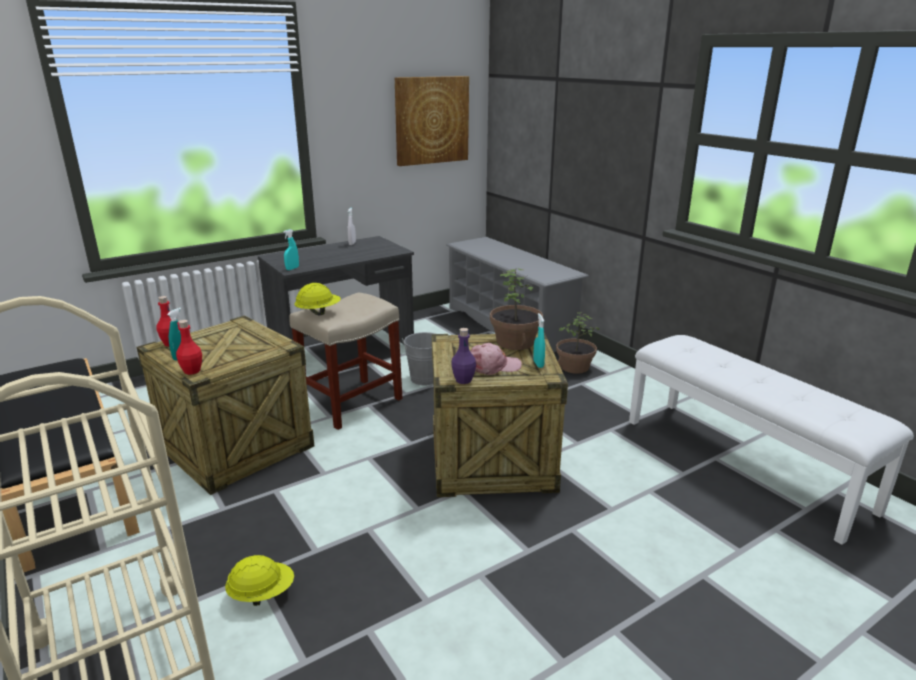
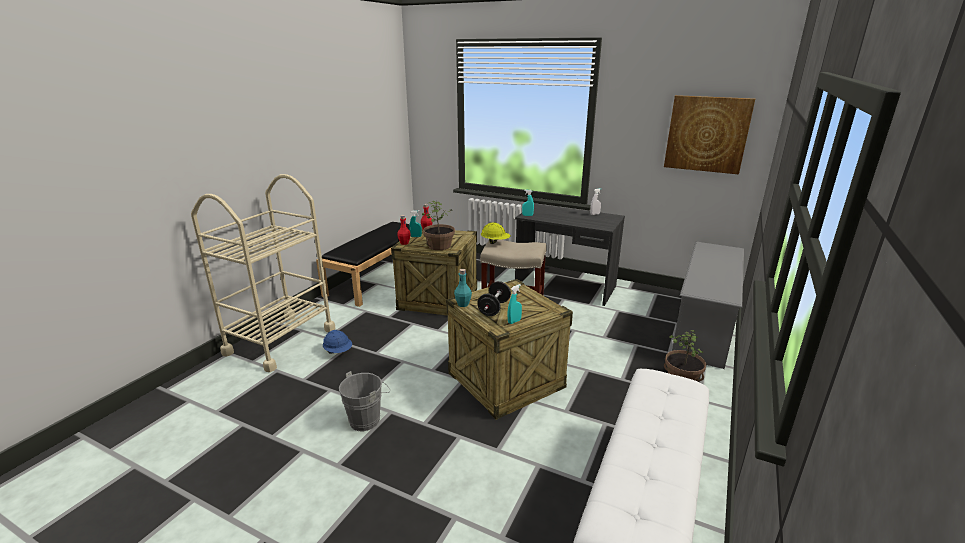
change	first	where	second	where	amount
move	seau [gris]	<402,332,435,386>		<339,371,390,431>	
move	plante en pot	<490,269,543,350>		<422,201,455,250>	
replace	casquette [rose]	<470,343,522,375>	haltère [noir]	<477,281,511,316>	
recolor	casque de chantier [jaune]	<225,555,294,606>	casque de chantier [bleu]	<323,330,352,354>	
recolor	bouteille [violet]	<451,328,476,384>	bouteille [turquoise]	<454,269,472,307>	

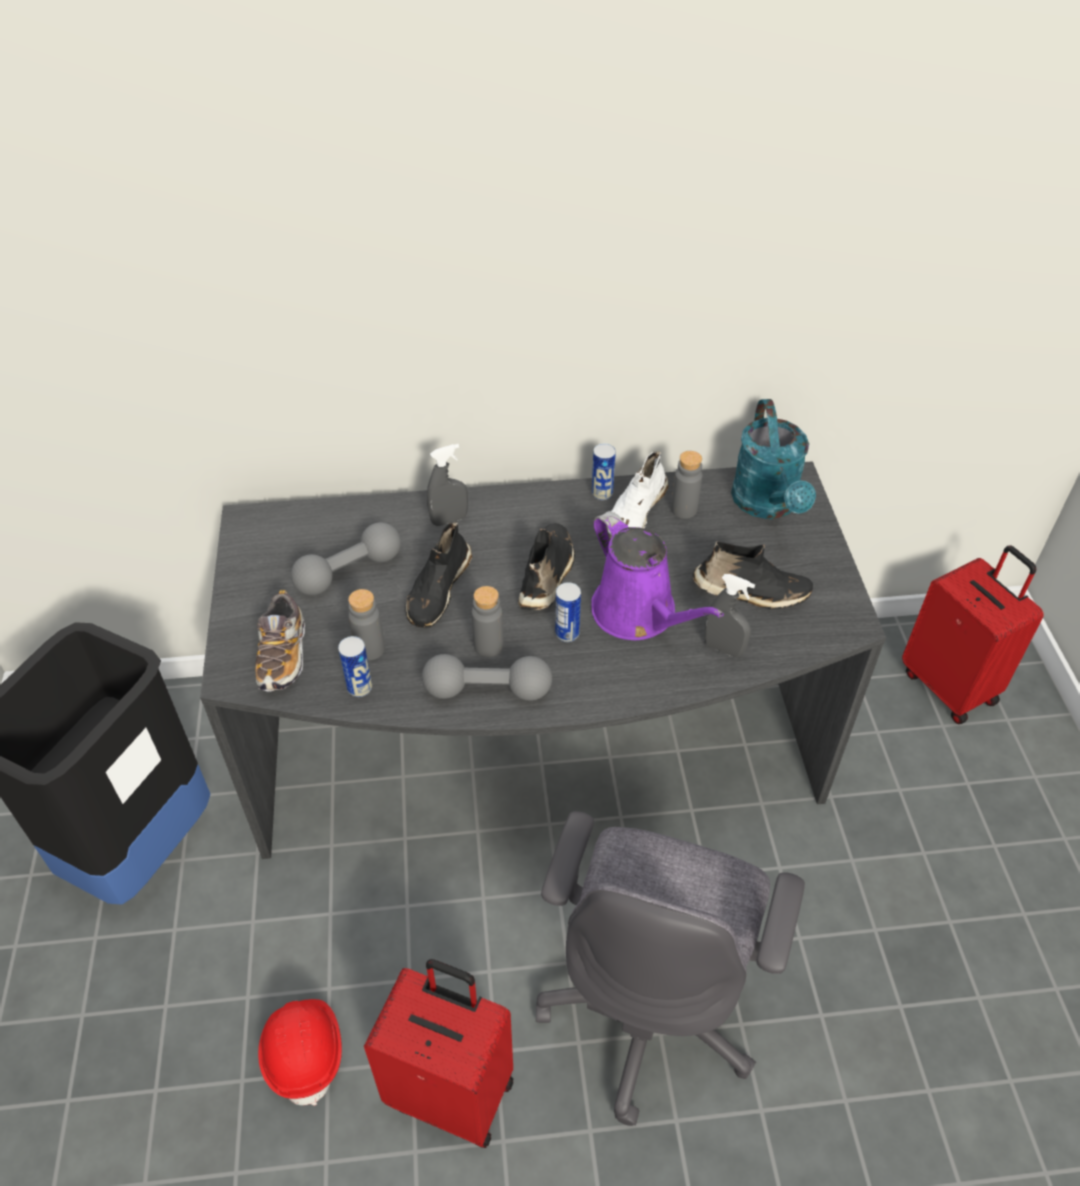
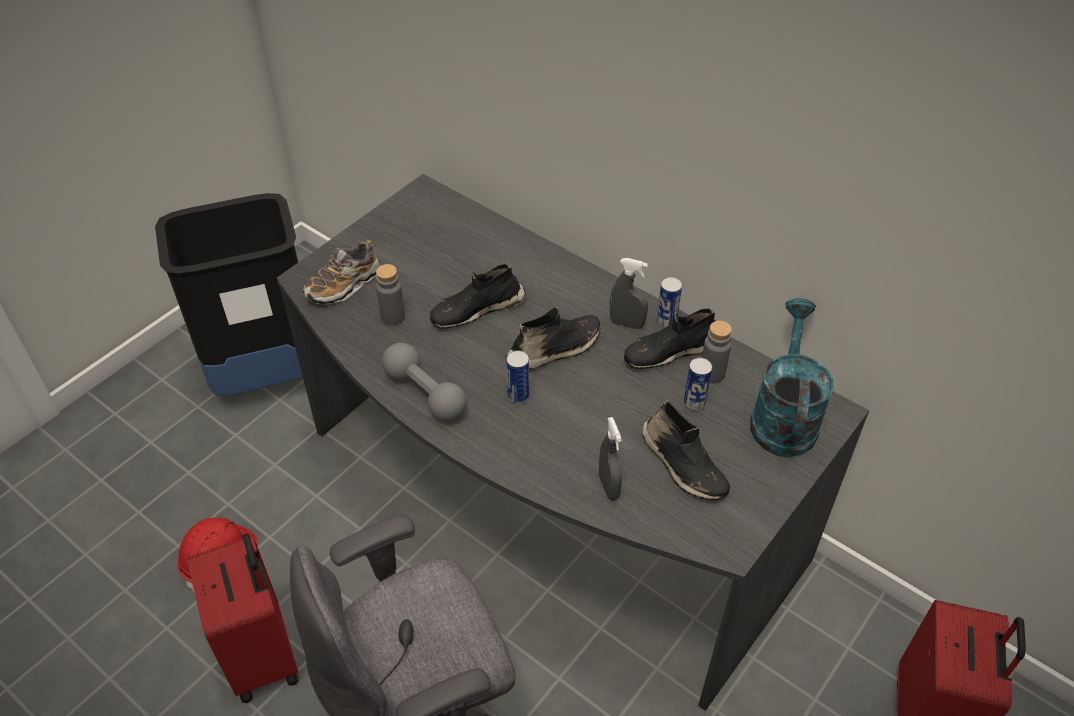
change	first	where	second	where	amount
delete	haltère [gris]	<291,522,401,595>			
delete	bouteille [gris]	<472,586,504,657>			
delete	arrosoir [violet]	<591,511,724,640>			
move	boîte métallique	<338,636,372,697>		<684,358,712,411>	
move	vaporisateur [gris]	<427,444,468,526>		<610,258,648,329>	
recolor	chaussure [blanc]	<606,452,669,539>	chaussure [noir]	<624,308,715,369>	
rotate	arrosoir [turquoise]	<731,399,816,519>		<750,298,834,457>	150 degrees clockwise

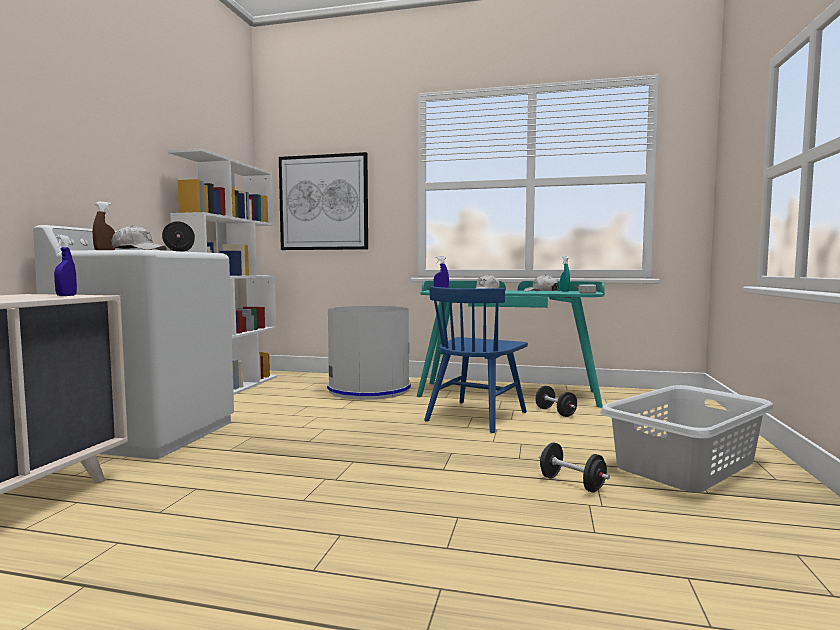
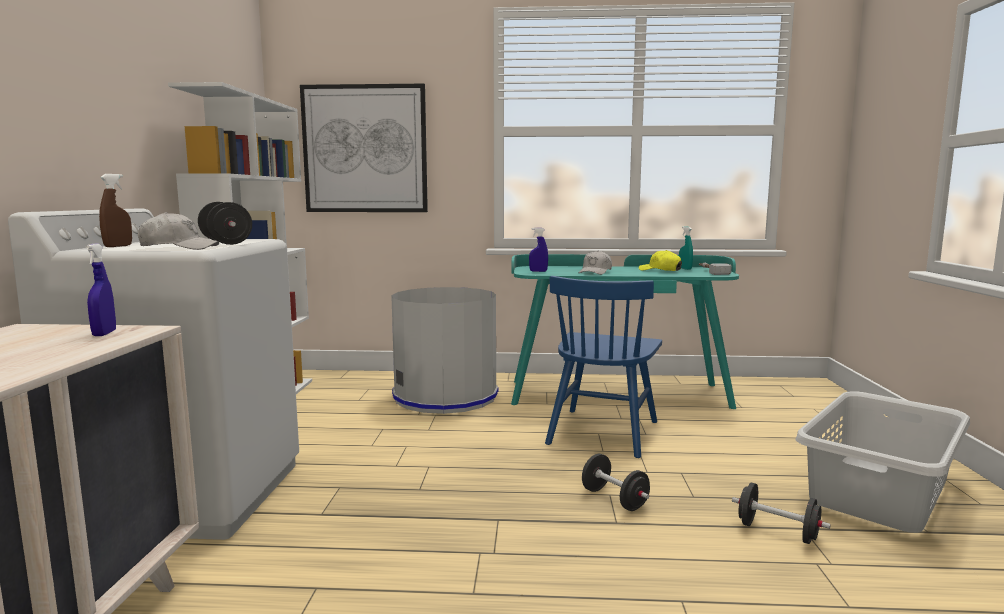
change	first	where	second	where	amount
move	haltère [noir]	<535,386,577,417>		<582,454,650,511>	
recolor	casquette [blanc]	<524,275,559,292>	casquette [jaune]	<638,250,682,271>	

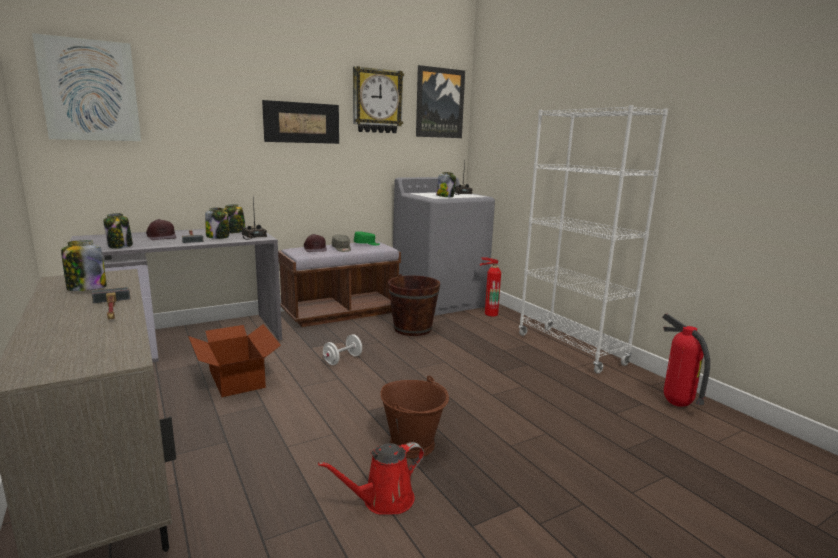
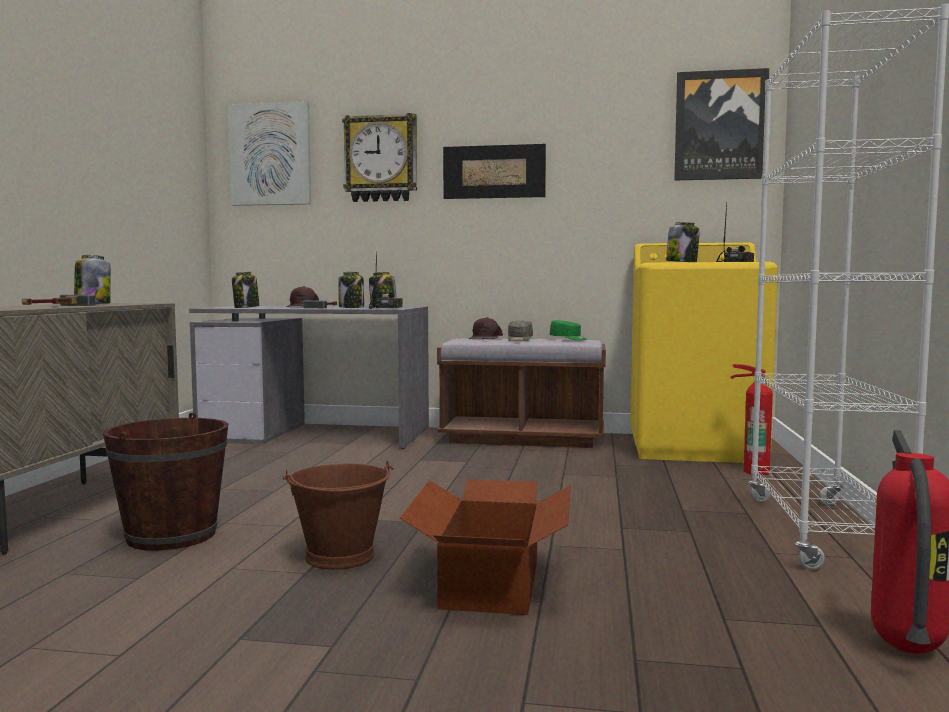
change	first	where	second	where	amount
delete	arrosoir [rouge]	<318,442,424,515>			
delete	haltère [blanc]	<323,334,362,365>			
move	carton	<188,324,281,397>		<400,479,571,615>	
move	horloge murale	<353,66,404,133>		<342,113,417,202>	
move	seau [marron]	<388,274,440,336>		<103,413,228,551>	
recolor	lave-linge [gris]	<393,177,495,316>	lave-linge [jaune]	<630,243,778,463>	

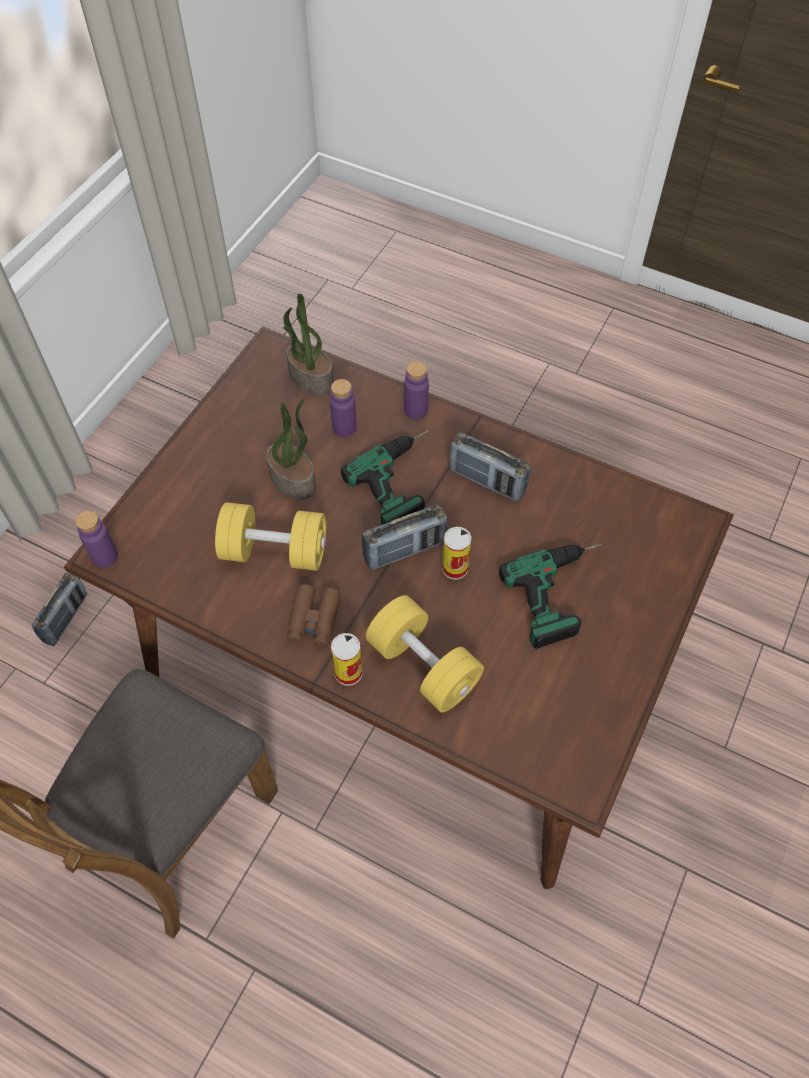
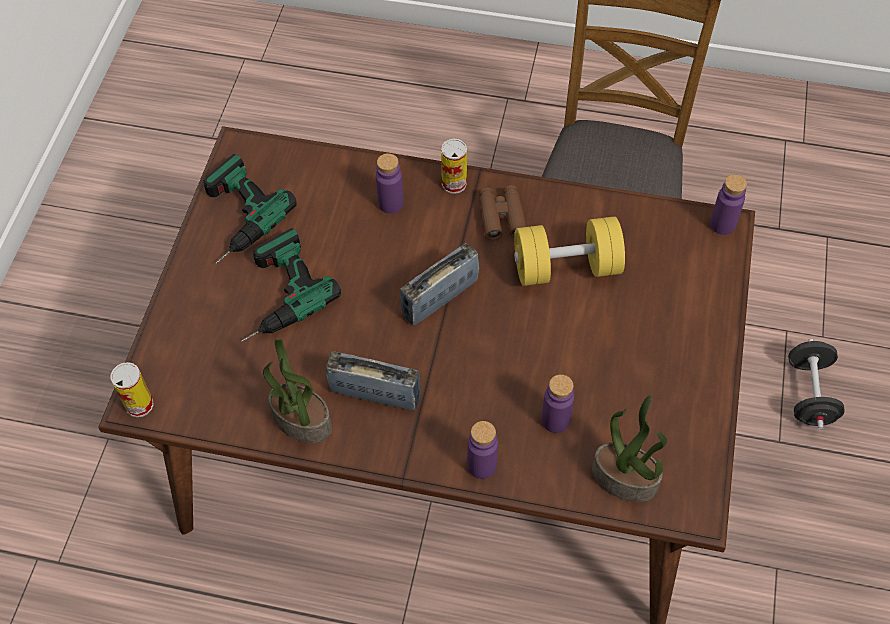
change	first	where	second	where	amount
move	plante en pot	<266,398,316,500>		<263,339,332,443>	
move	perceuse	<341,431,428,525>		<203,154,297,264>	
move	boîte métallique	<442,526,471,580>		<111,362,154,417>	
replace	radio	<32,573,87,646>	haltère [noir]	<788,339,845,429>	
replace	haltère [jaune]	<366,595,484,713>	bouteille [violet]	<376,153,404,214>	

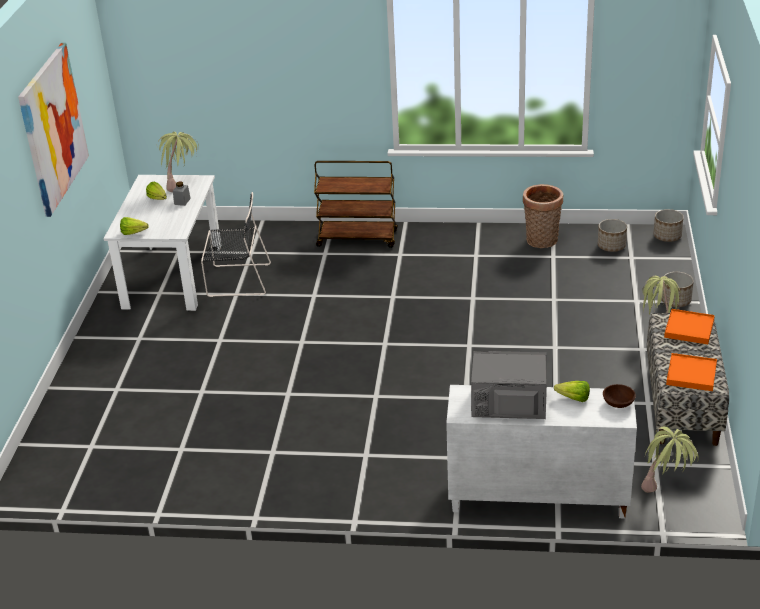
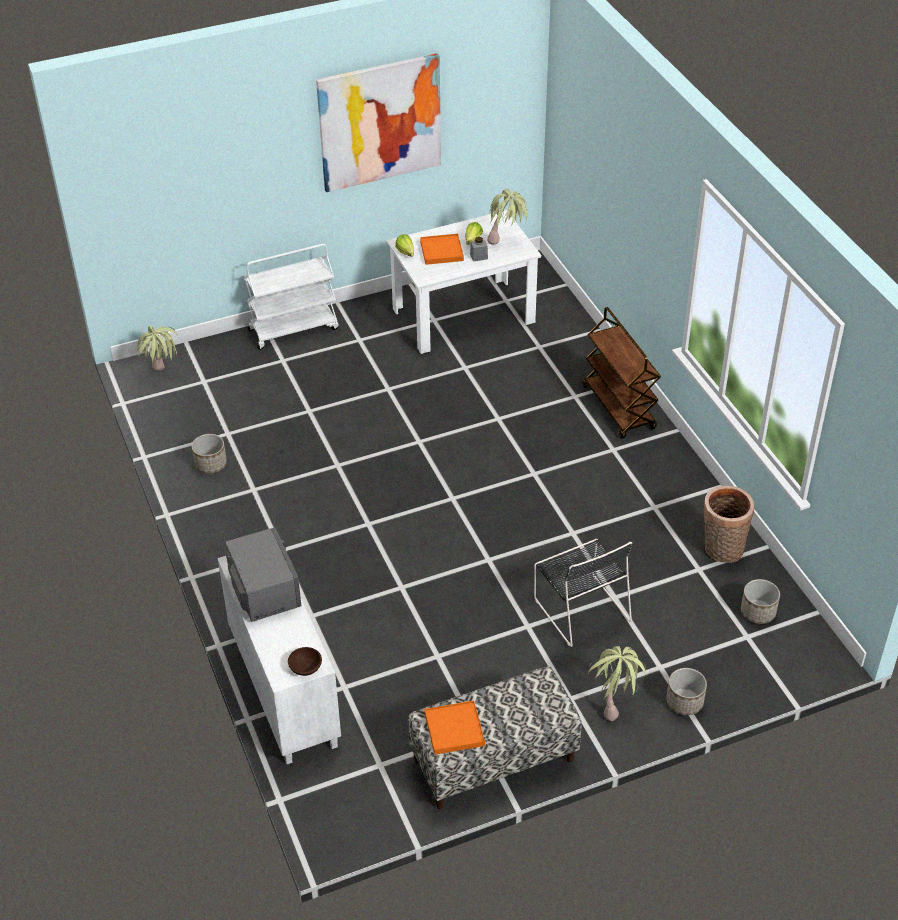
change	first	where	second	where	amount
delete	laitue	<554,381,590,402>			
insert			chariot [blanc]	<244,244,338,350>	
move	chaise [noir]	<201,192,271,297>		<534,539,633,647>	
move	plante en pot	<641,427,699,493>		<137,326,178,371>	
move	cache-pot	<653,209,684,242>		<191,434,227,474>	
move	plateau [orange]	<664,309,715,344>		<420,234,464,265>	

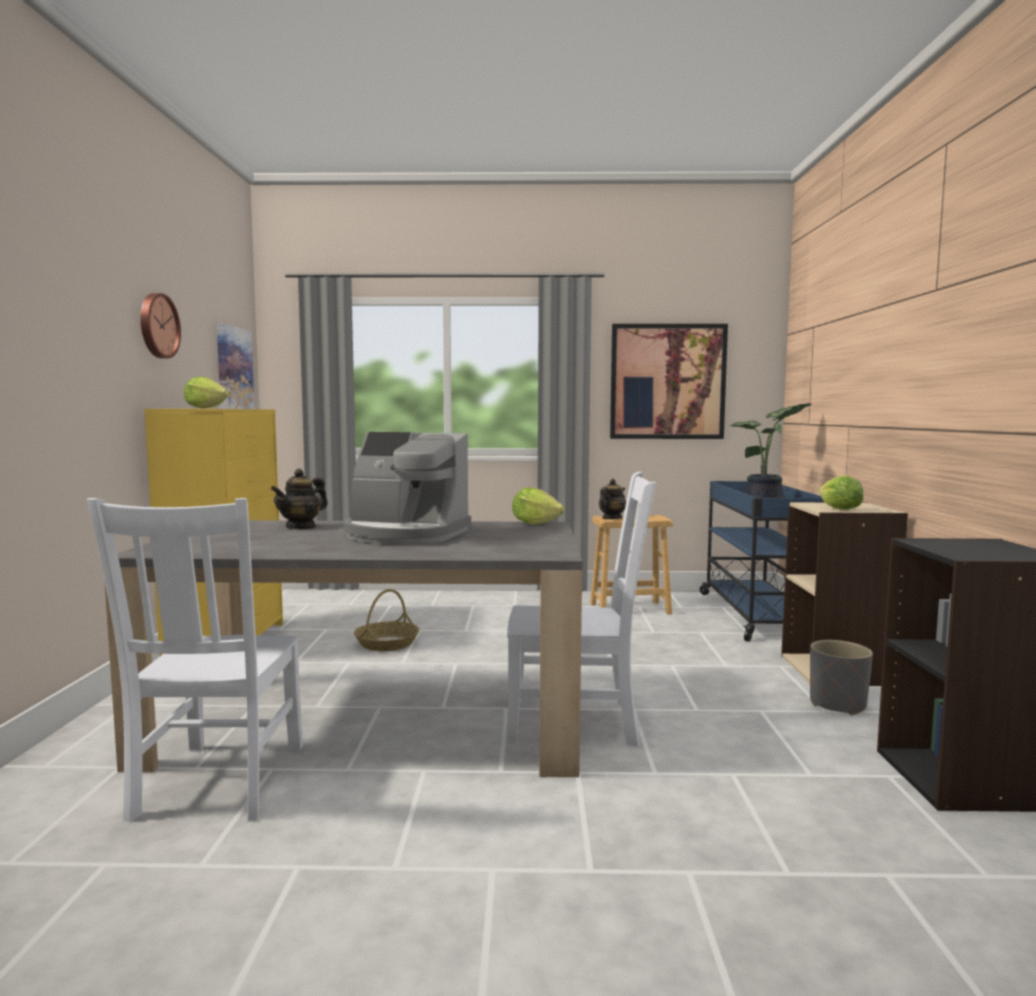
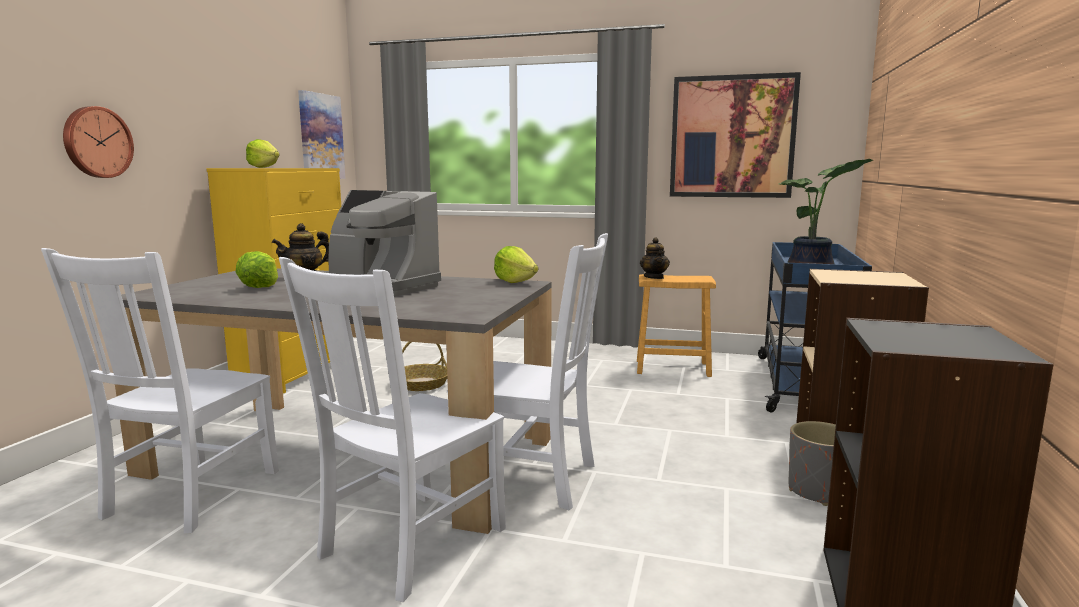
change	first	where	second	where	amount
insert			chaise [blanc]	<279,257,506,602>	
move	horloge murale	<140,293,181,358>		<63,106,134,178>	
move	laitue	<818,476,864,510>		<236,251,278,288>	
rotate	théière	<599,479,626,519>		<640,237,670,279>	120 degrees clockwise

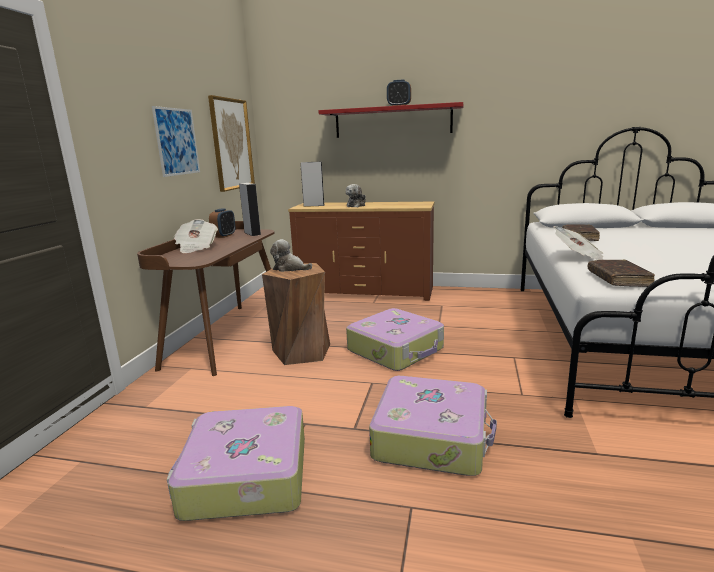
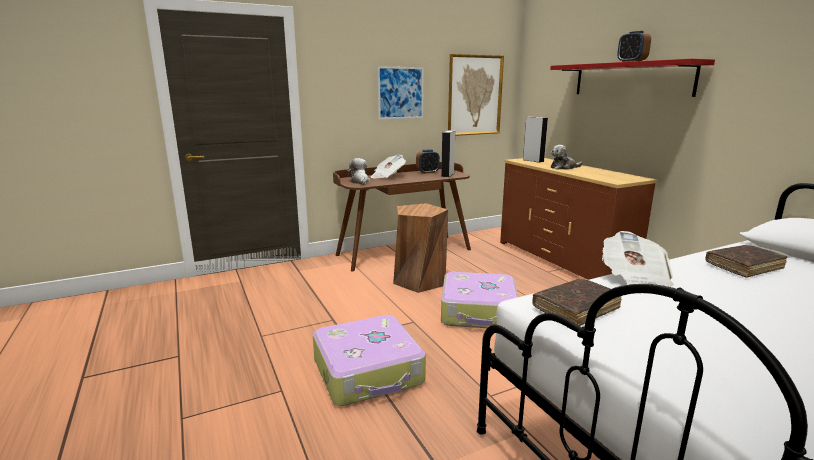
change	first	where	second	where	amount
delete	valise	<167,406,305,521>			
move	peluche	<270,239,312,272>		<347,158,370,185>	

